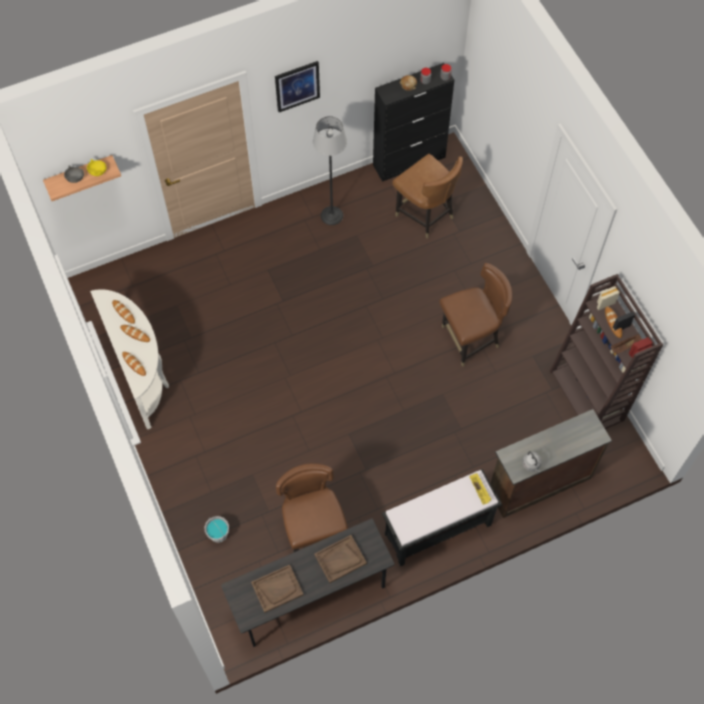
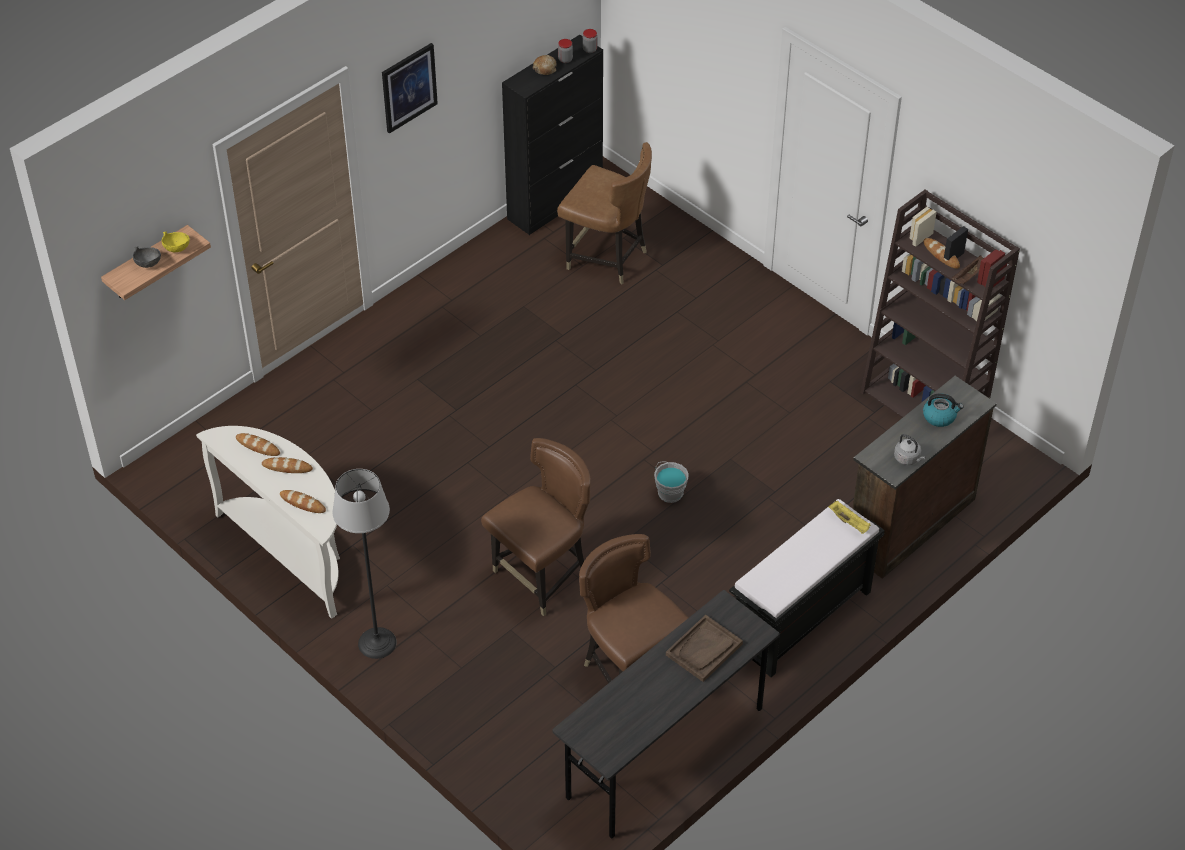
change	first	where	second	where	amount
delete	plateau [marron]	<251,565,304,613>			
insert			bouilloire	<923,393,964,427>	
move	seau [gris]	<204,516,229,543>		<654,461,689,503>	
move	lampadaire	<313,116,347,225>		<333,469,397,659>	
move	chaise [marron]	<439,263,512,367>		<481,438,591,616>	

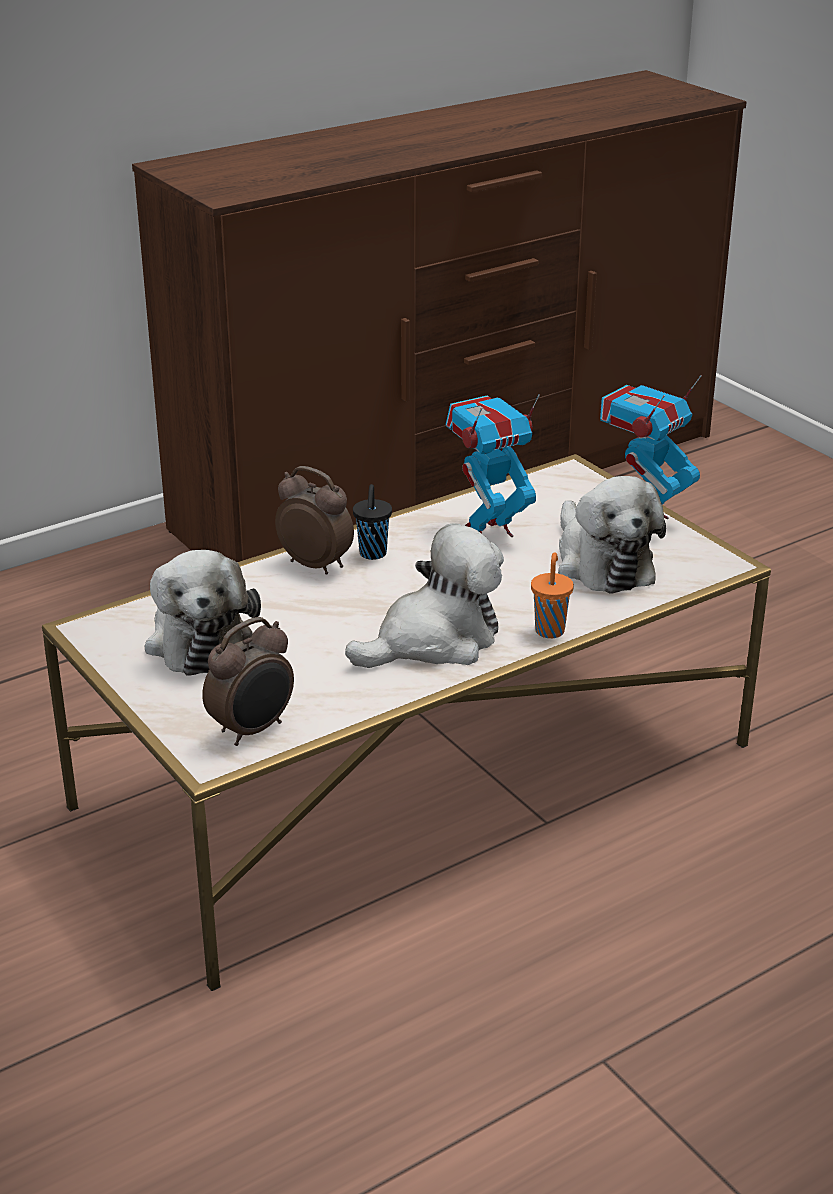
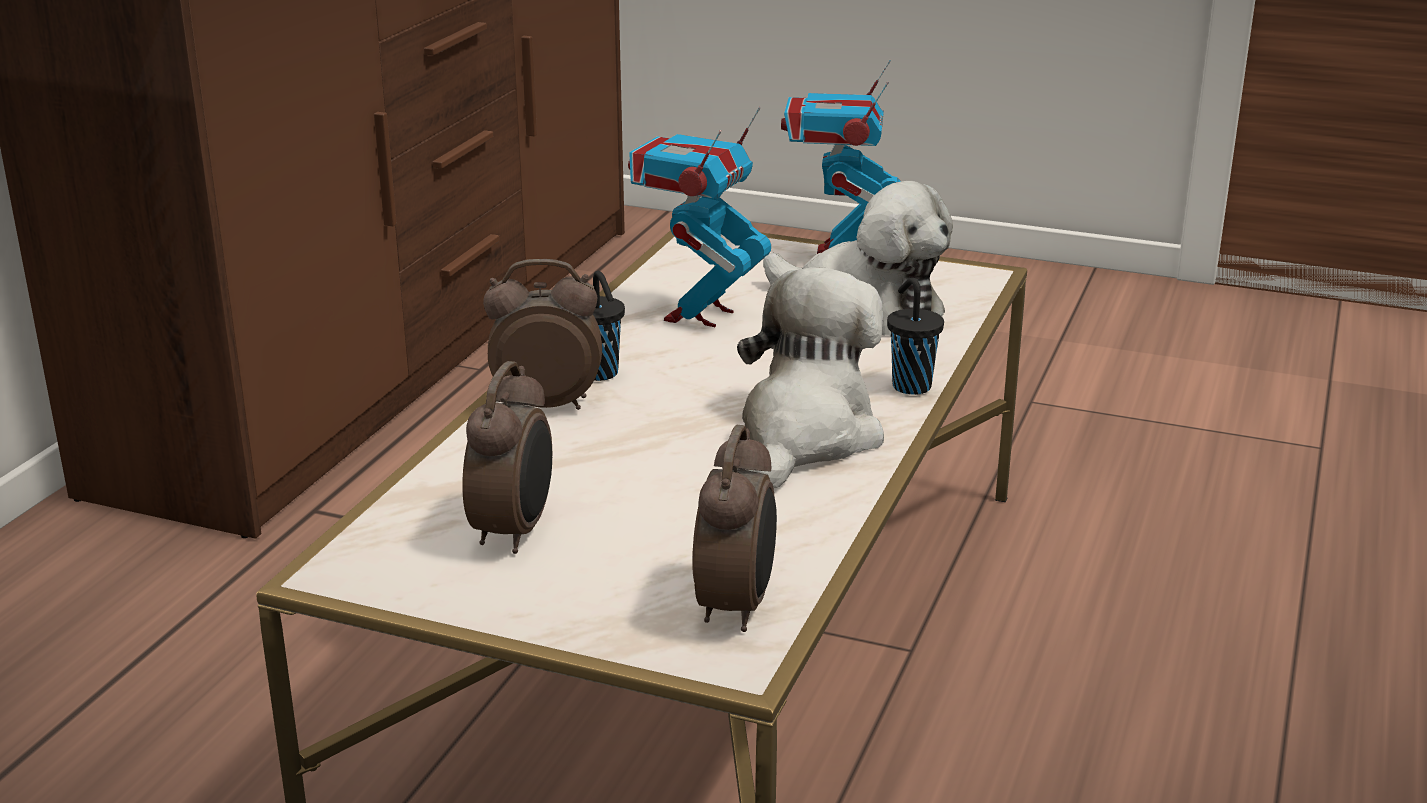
change	first	where	second	where	amount
replace	peluche	<144,550,261,676>	réveil	<462,361,552,554>	
recolor	tasse [orange]	<531,552,574,638>	tasse [noir]	<887,278,944,395>	

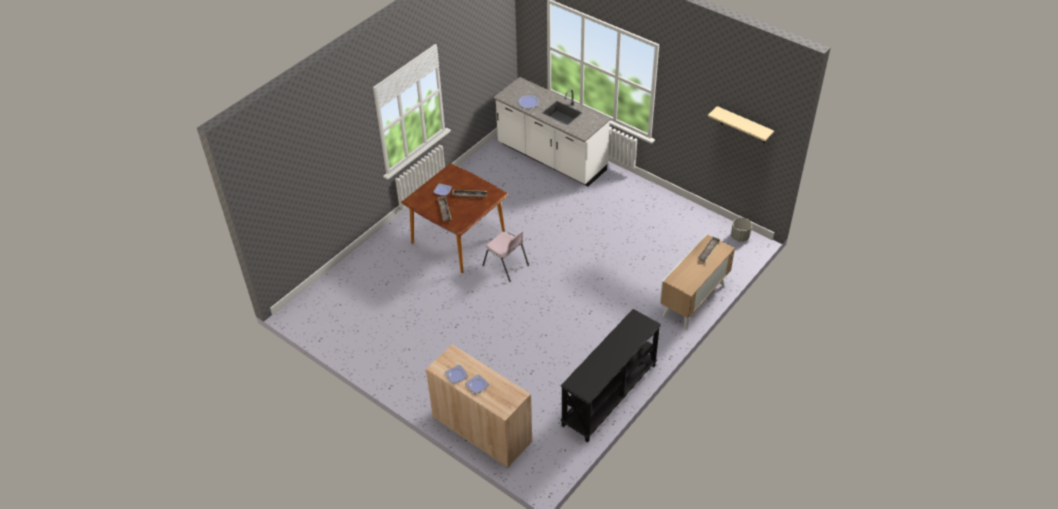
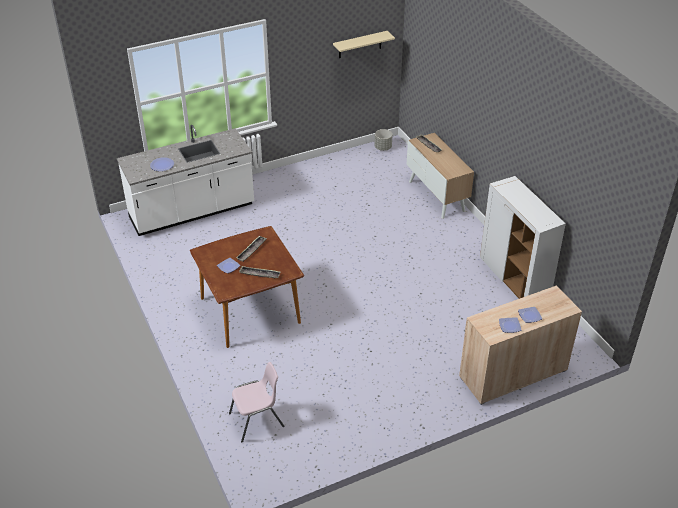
change	first	where	second	where	amount
move	chaise [rose]	<482,230,529,282>		<229,362,284,443>	
replace	table console [noir]	<561,309,661,443>	meuble de rangement [blanc]	<480,176,566,299>	

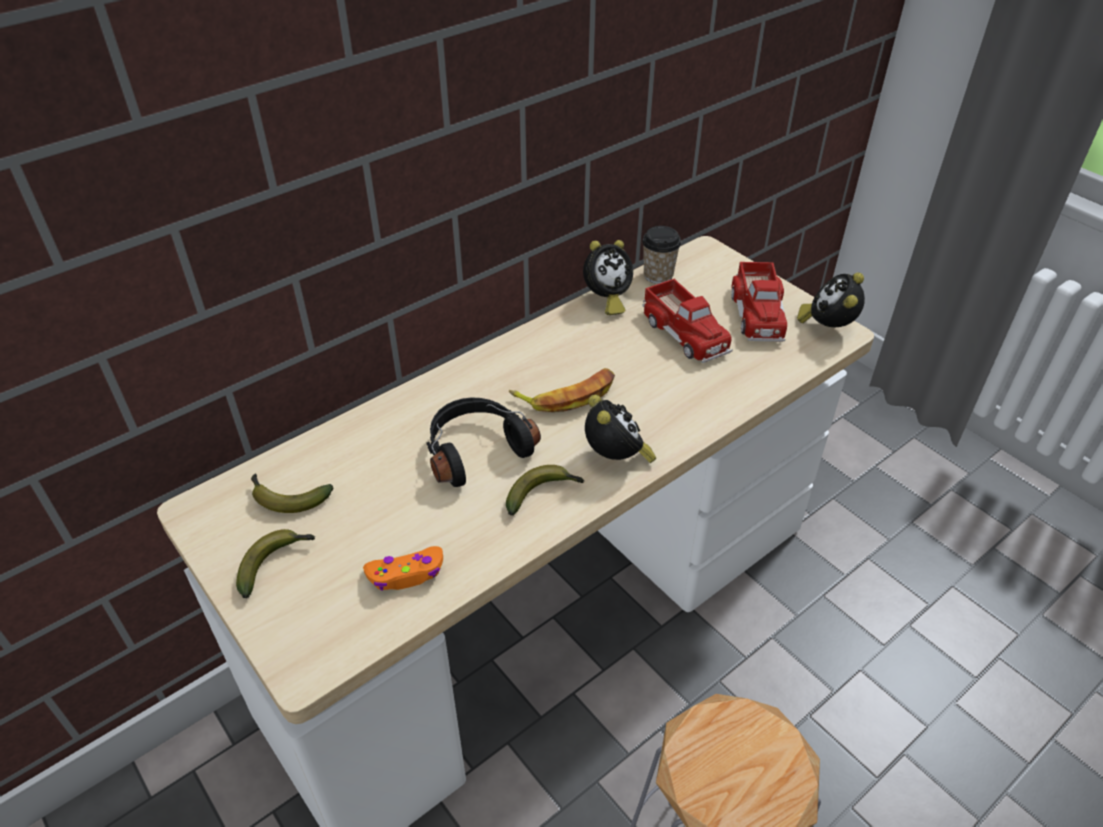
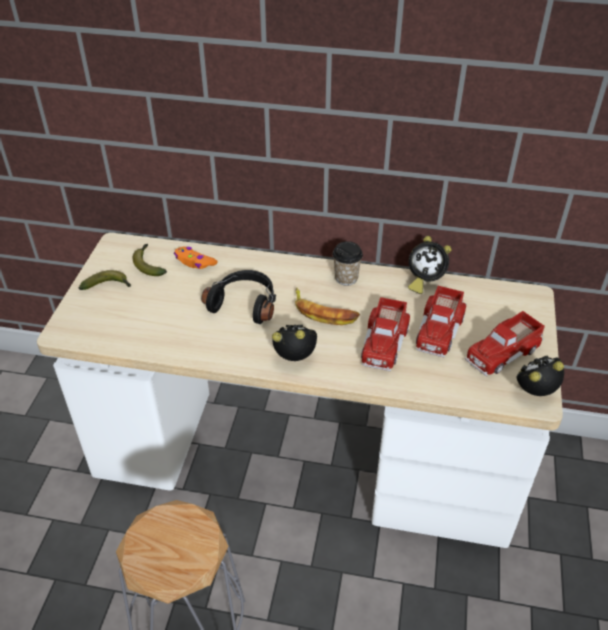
change	first	where	second	where	amount
delete	banane	<506,465,584,516>			
insert			camion jouet	<361,297,410,371>	
move	manette [orange]	<363,546,443,591>		<174,247,218,269>	
move	tasse	<642,226,681,284>		<333,241,363,286>	
rotate	réveil	<585,395,656,463>		<272,324,317,361>	120 degrees counterclockwise

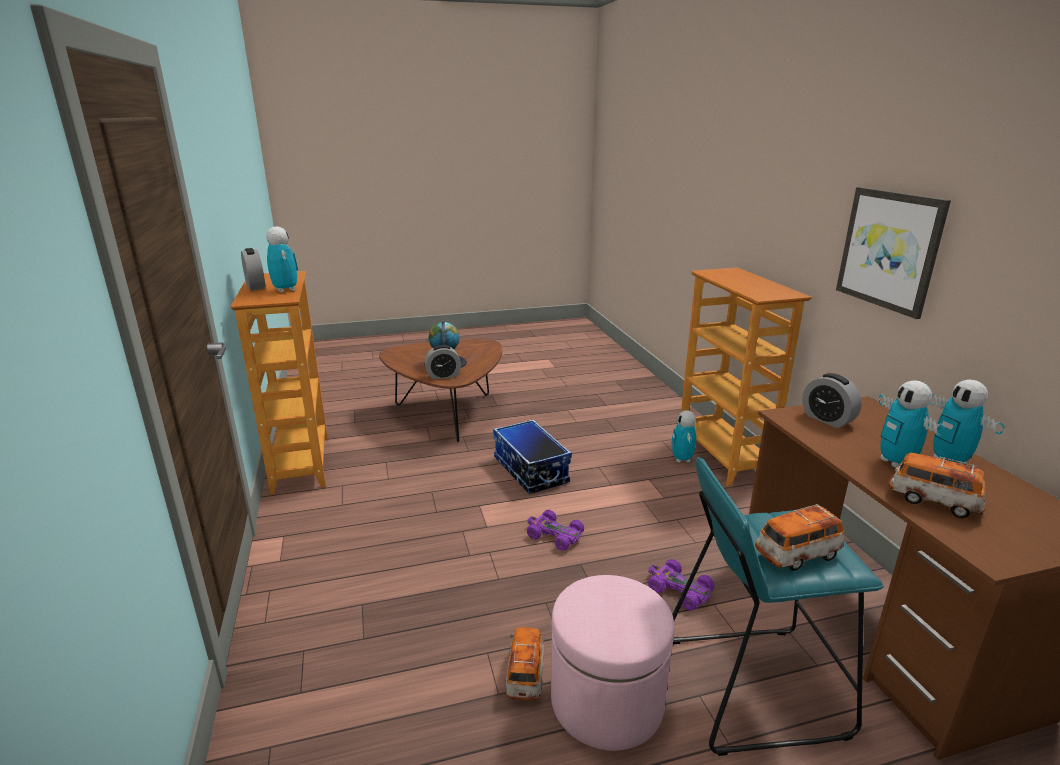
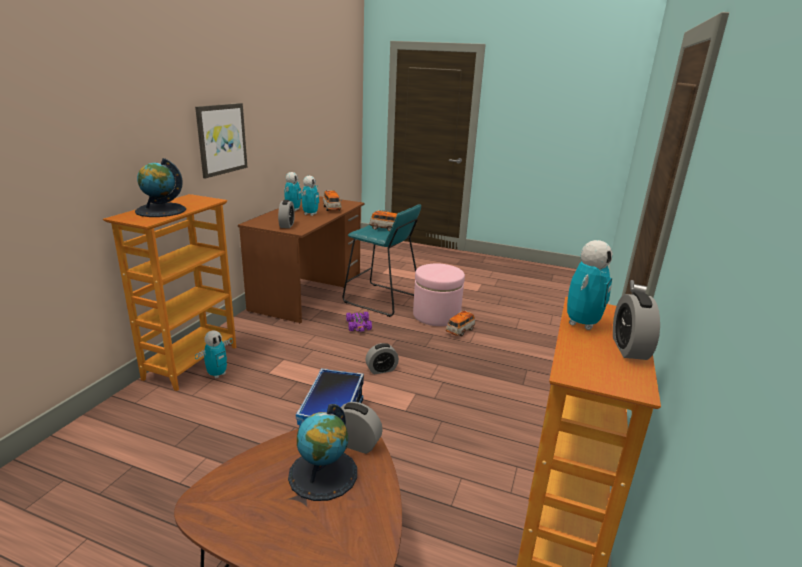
change	first	where	second	where	amount
insert			globe	<135,158,186,217>	
replace	petite voiture [violet]	<527,510,584,551>	réveil	<365,343,399,375>	
rotate	robot jouet	<266,226,298,293>		<567,240,613,330>	150 degrees counterclockwise

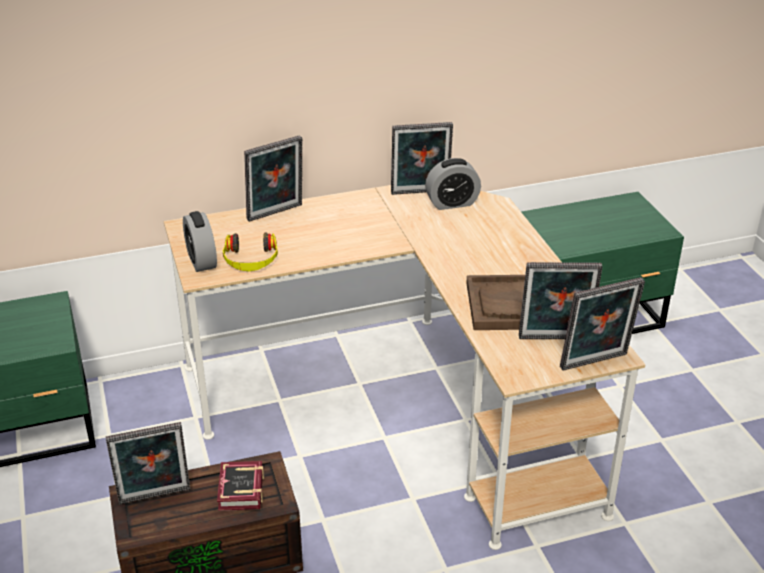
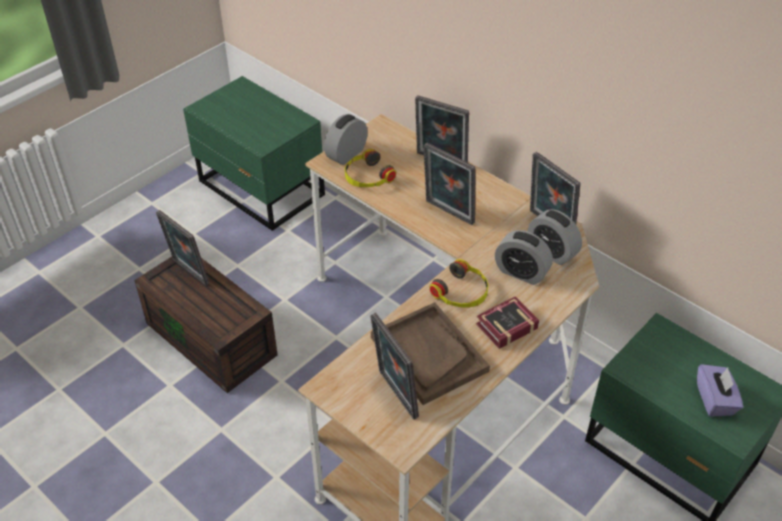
change	first	where	second	where	amount
insert			casque audio	<429,259,489,308>	
insert			réveil	<495,230,553,285>	
insert			boîte à mouchoirs [violet]	<697,364,743,417>	
move	livre	<217,461,264,511>		<476,296,539,349>	
move	cadre photo	<560,277,645,371>		<423,143,476,225>	

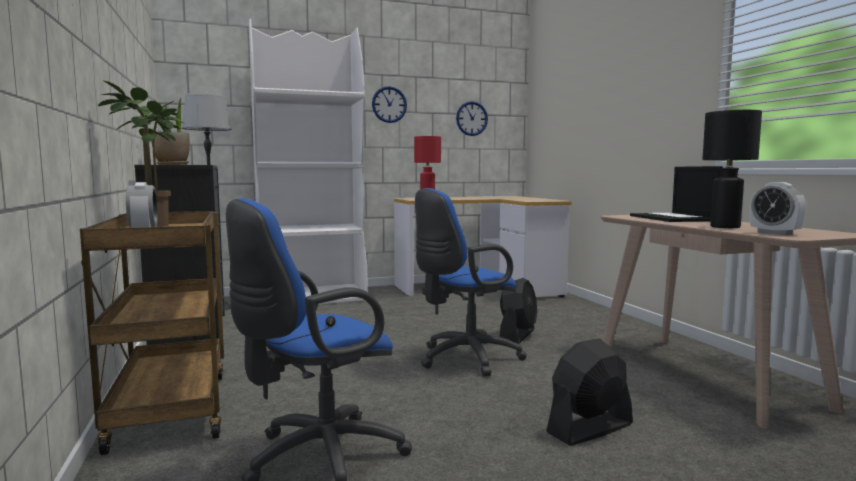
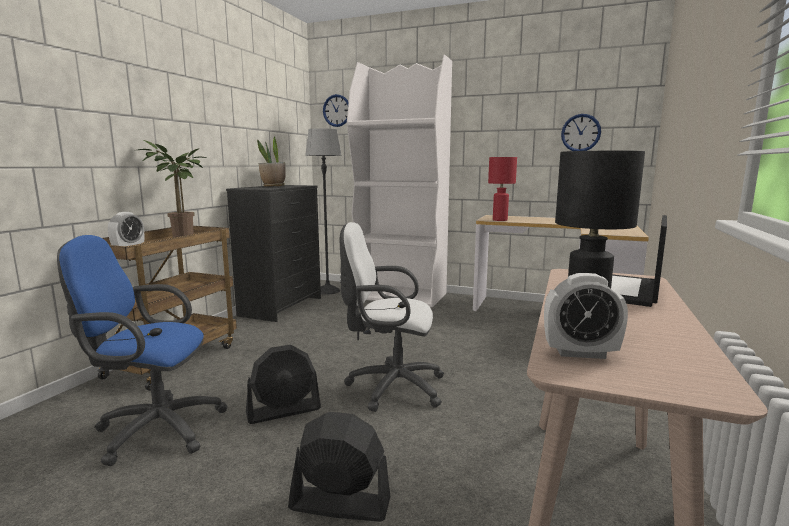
change	first	where	second	where	amount
move	horloge murale	<372,86,407,123>		<323,94,349,127>	
move	ventilateur [noir]	<500,278,537,344>		<246,345,321,424>	
recolor	chaise de bureau [bleu]	<415,188,527,377>	chaise de bureau [blanc]	<340,222,444,412>	
rotate	réveil	<749,182,806,235>		<544,273,628,359>	90 degrees counterclockwise

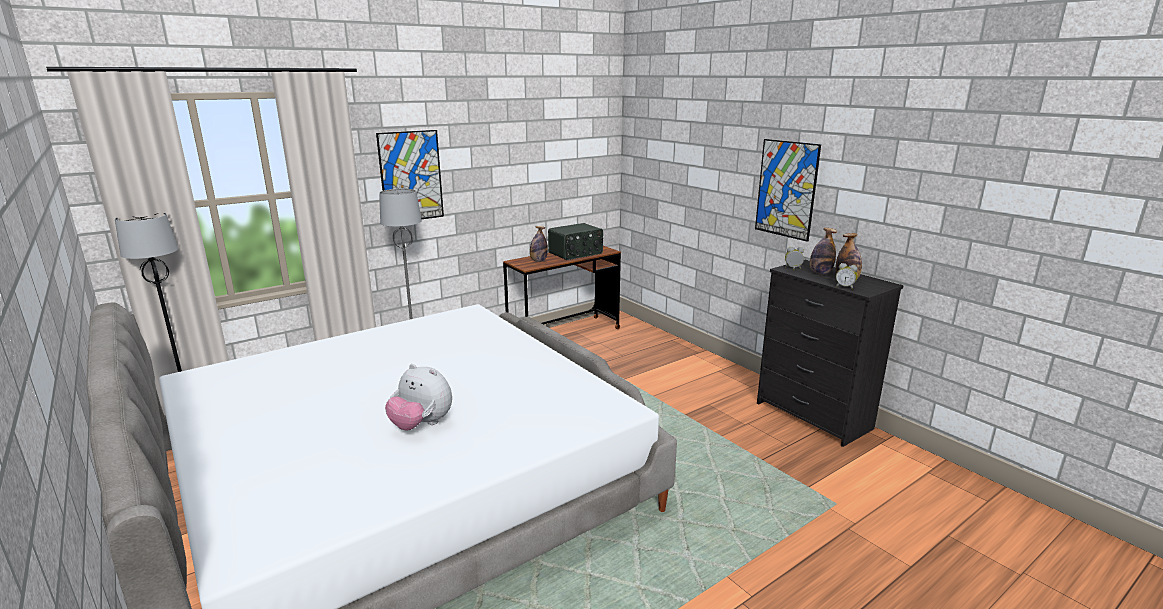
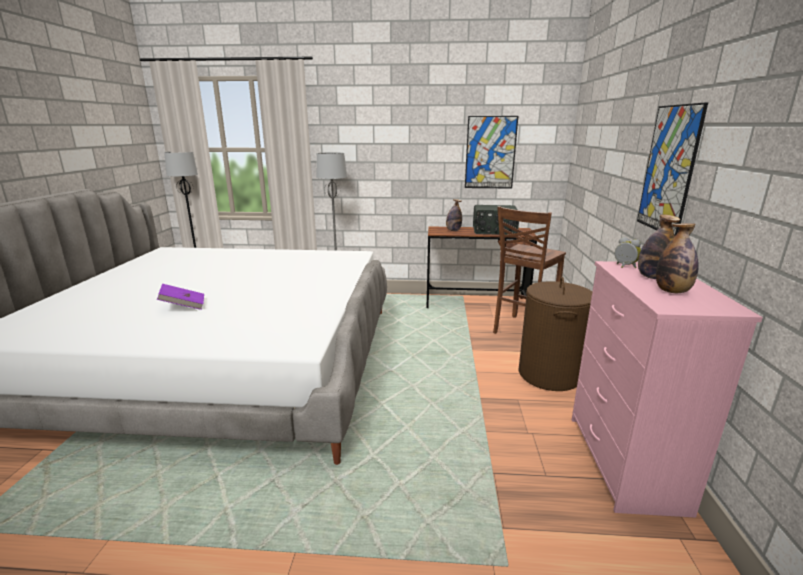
change	first	where	second	where	amount
delete	réveil	<836,263,858,290>			
insert			tabouret [marron]	<493,206,566,334>	
insert			panier à linge [marron]	<518,277,592,391>	
move	tableau	<376,130,444,219>		<465,116,518,189>	
replace	peluche	<385,364,452,431>	livre [violet]	<157,284,204,310>	
recolor	commode [noir]	<757,259,904,447>	commode [rose]	<572,261,763,518>	

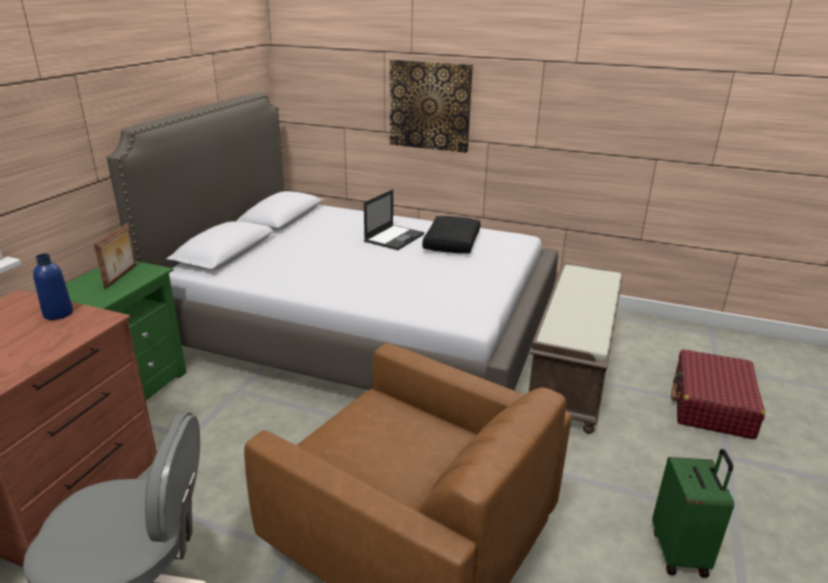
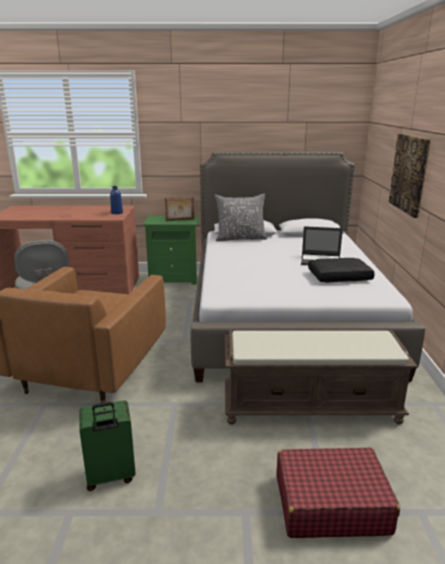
change	first	where	second	where	amount
insert			coussin [gris]	<214,194,267,241>	

